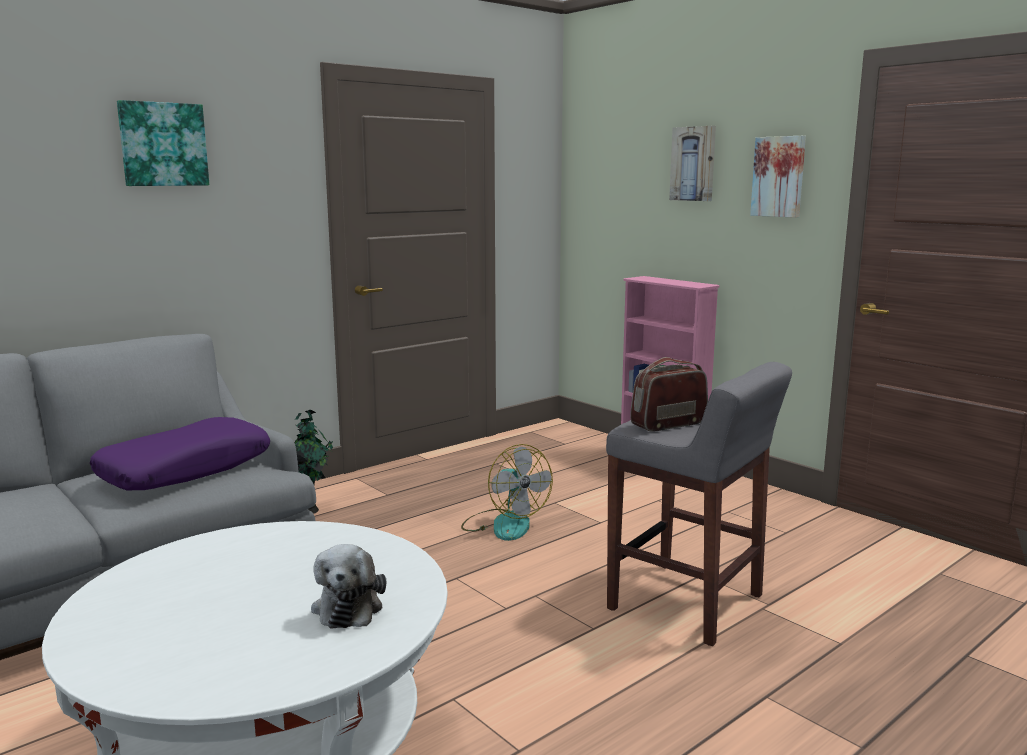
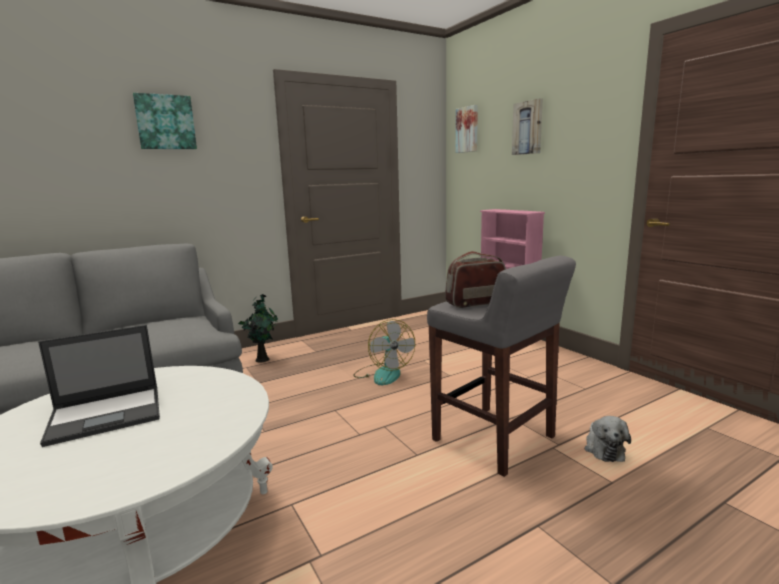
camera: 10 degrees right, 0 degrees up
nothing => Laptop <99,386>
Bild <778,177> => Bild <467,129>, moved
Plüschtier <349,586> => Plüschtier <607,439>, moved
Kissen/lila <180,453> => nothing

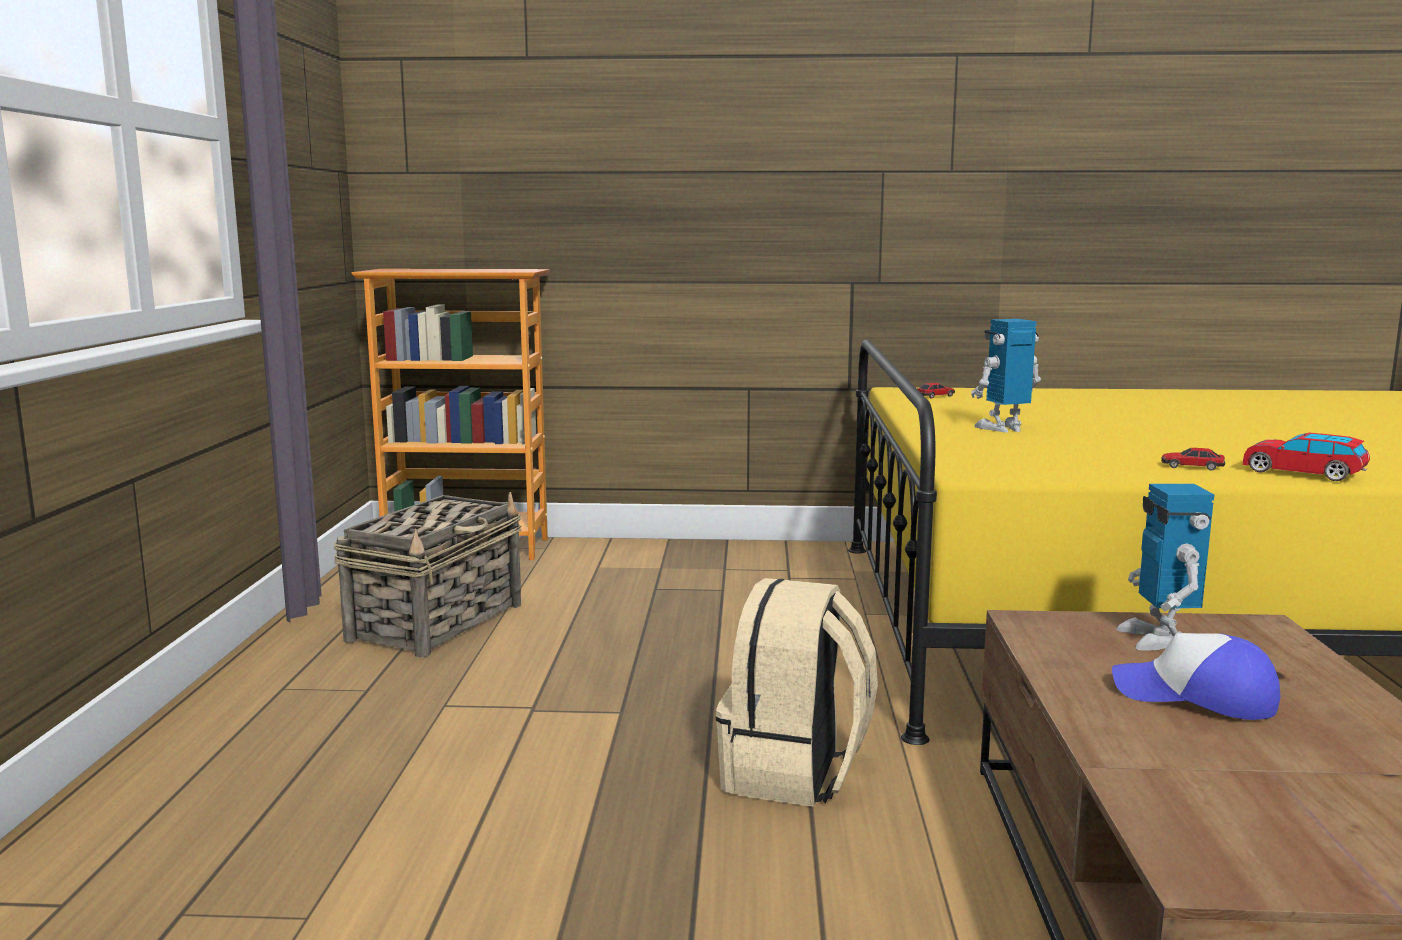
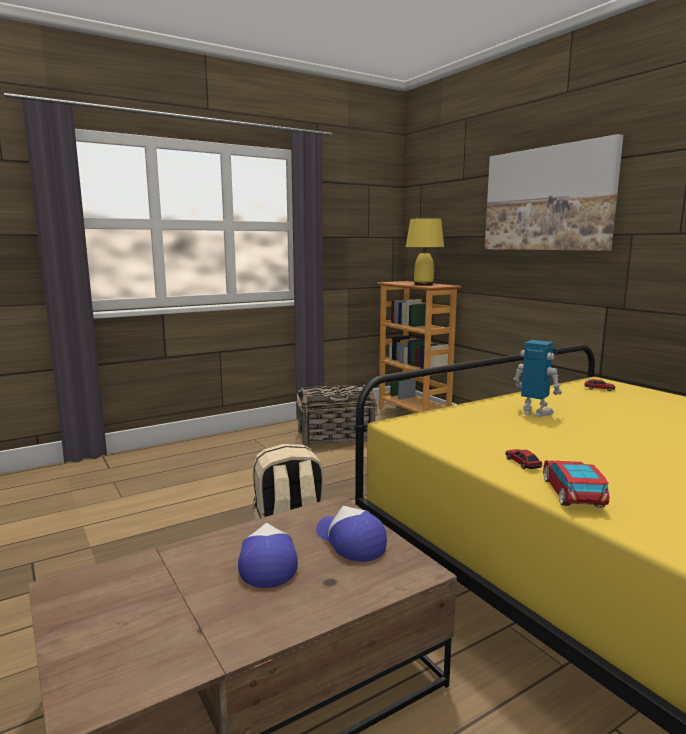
camera: 55 degrees right, 0 degrees up
Spielzeugroboter <1165,567> => Kappe <351,534>
nothing => Tischlampe/gelb <425,252>
nothing => Bild <554,192>

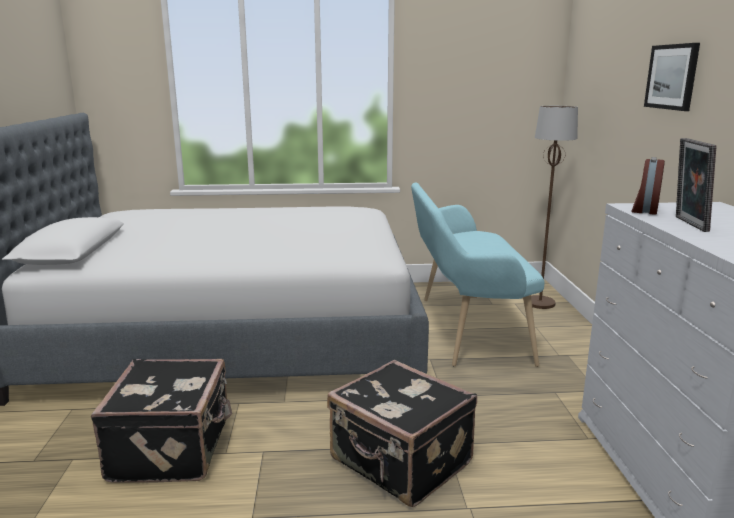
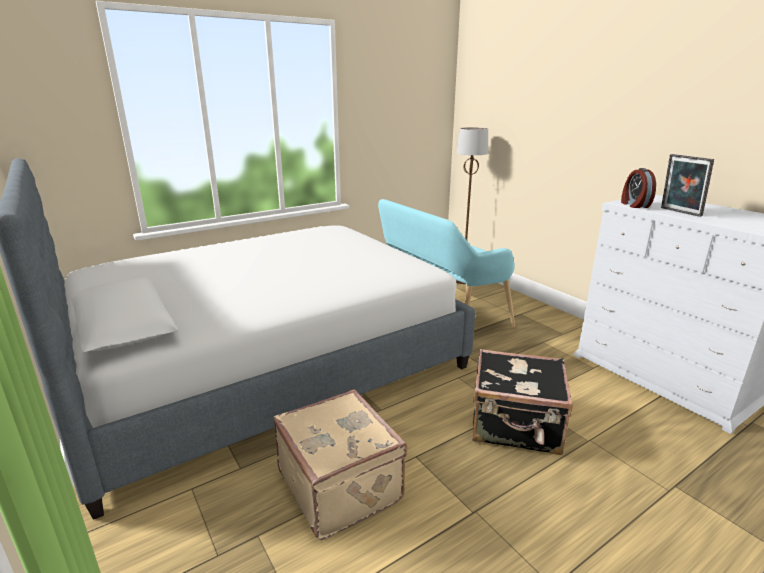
camera: 30 degrees left, 5 degrees up
Koffer/schwarz <161,421> => Koffer/beige <340,464>
Bild <672,77> => nothing

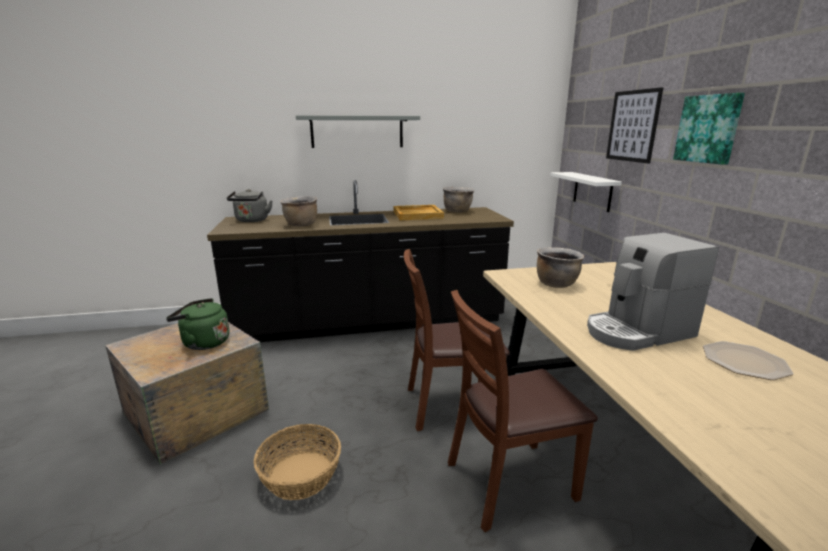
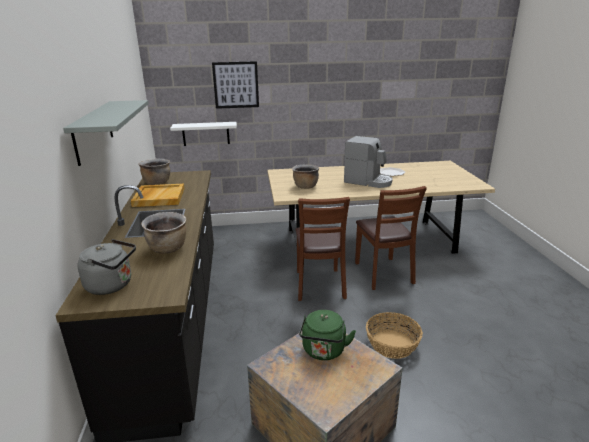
camera: 85 degrees left, 5 degrees up
Kaffeemaschine <653,292> => Kaffeemaschine <368,162>, 45 degrees counterclockwise
Bild <709,129> => nothing

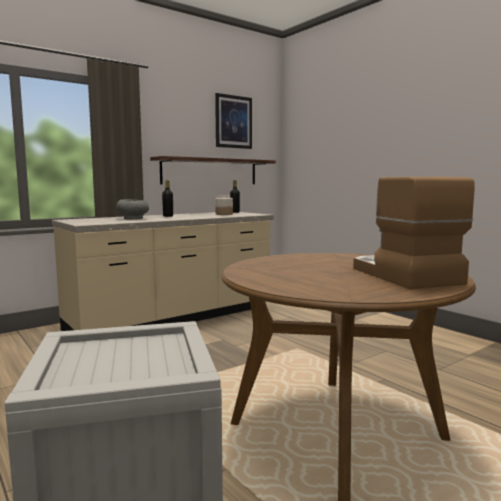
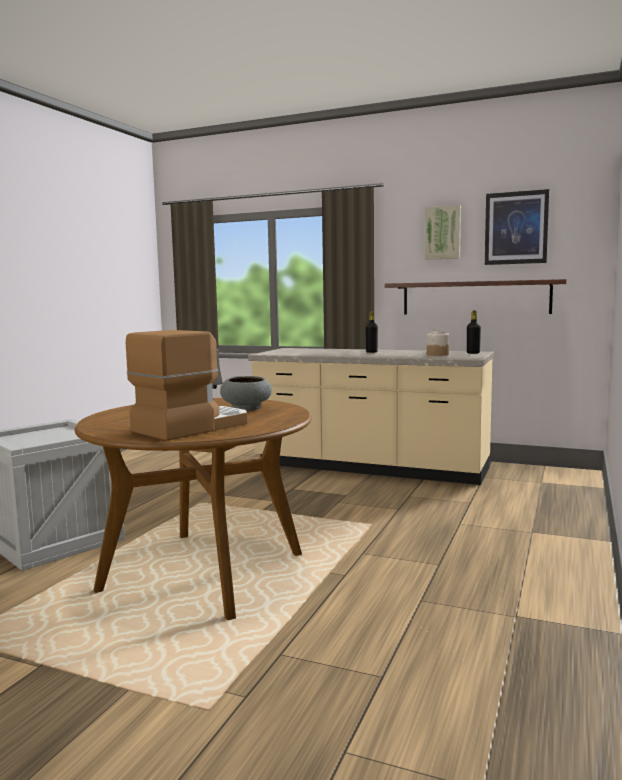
camera: 60 degrees right, 0 degrees up
Schüssel/grau <132,209> => Schüssel/grau <246,393>, moved
nothing => Bild <443,232>

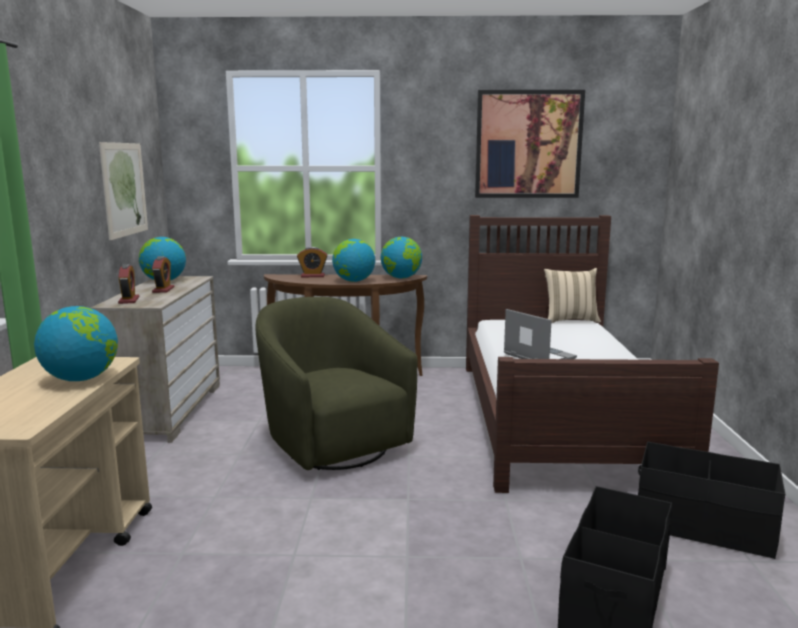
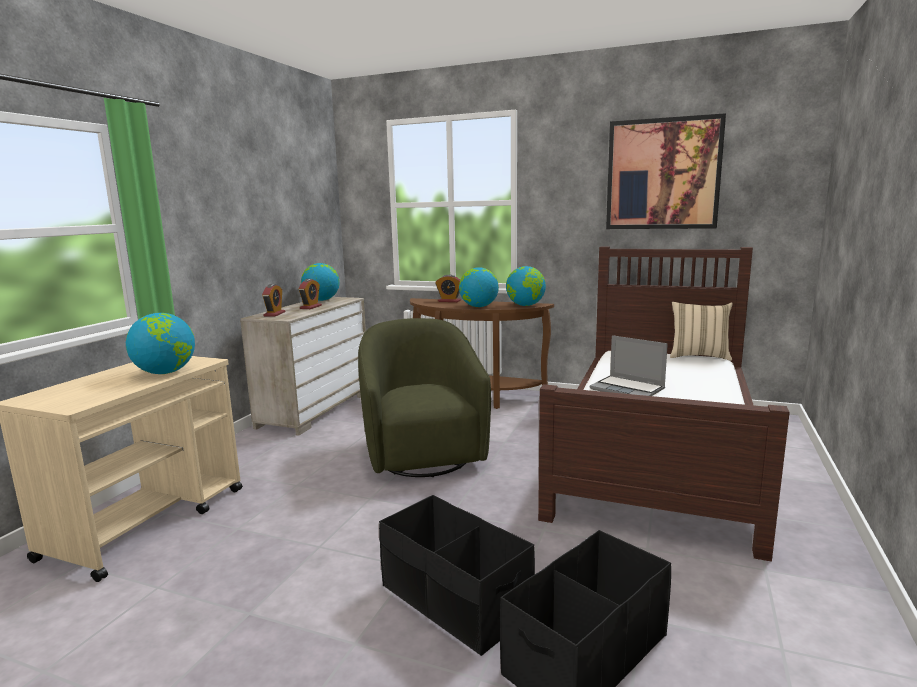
camera: 20 degrees right, 0 degrees up
Aufbewahrungsbox/schwarz <711,500> => Aufbewahrungsbox/schwarz <457,575>, moved
Laptop <540,334> => Laptop <629,365>, 150 degrees clockwise
Bild <123,191> => nothing

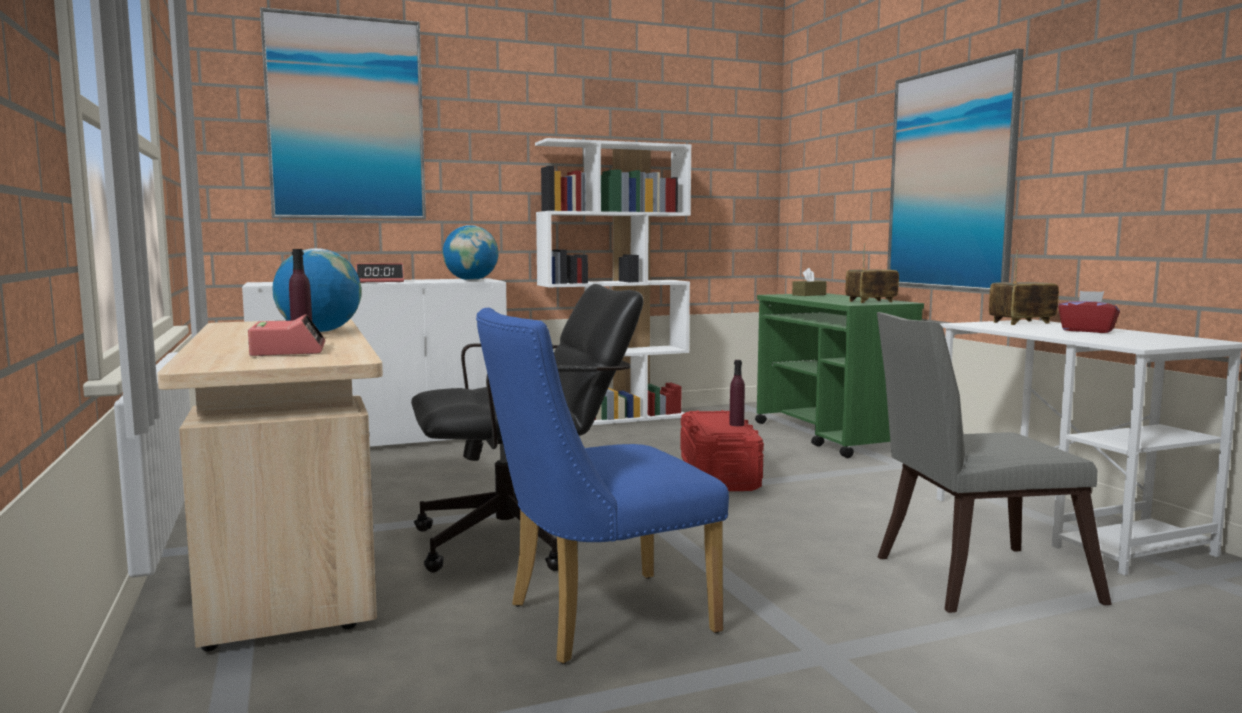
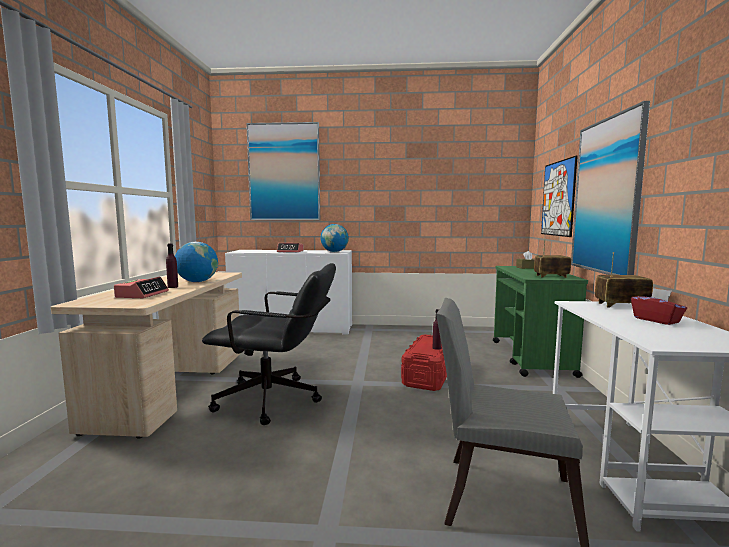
camera: 25 degrees right, 0 degrees up
nothing => Bild <559,196>
Stuhl/blau <602,486> => nothing
Bücherregal/weiß <613,281> => nothing

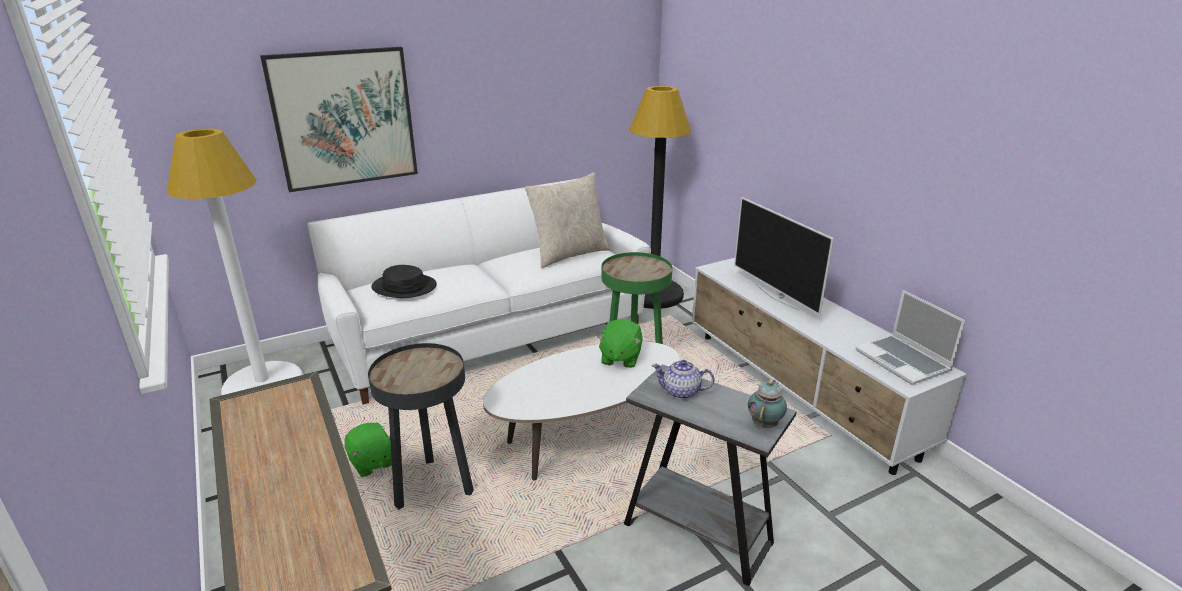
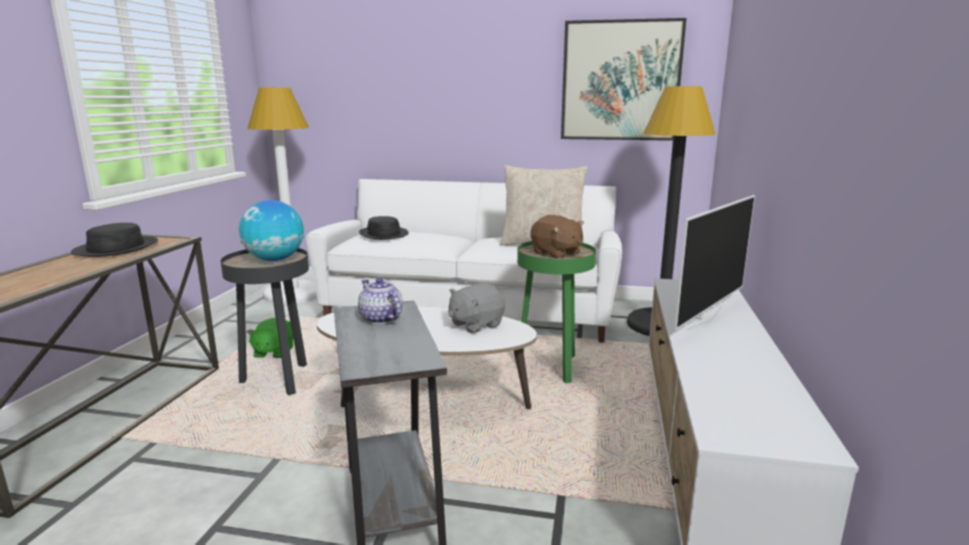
camera: 40 degrees right, 10 degrees down
nothing => Hut/schwarz <114,240>
nothing => Globus <271,230>
Plüschtier/grün <620,343> => Plüschtier/grau <476,308>
nothing => Plüschtier/braun <557,237>
Bild <339,119> => Bild <624,79>, moved
Fernseher <784,256> => Fernseher <714,263>, 150 degrees counterclockwise
Teekanne <767,404> => nothing
Laptop <910,337> => nothing

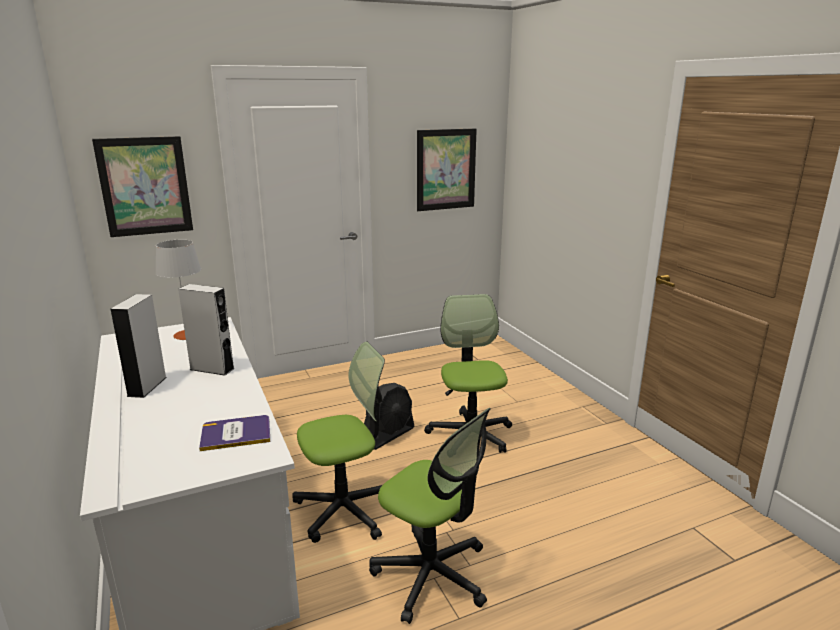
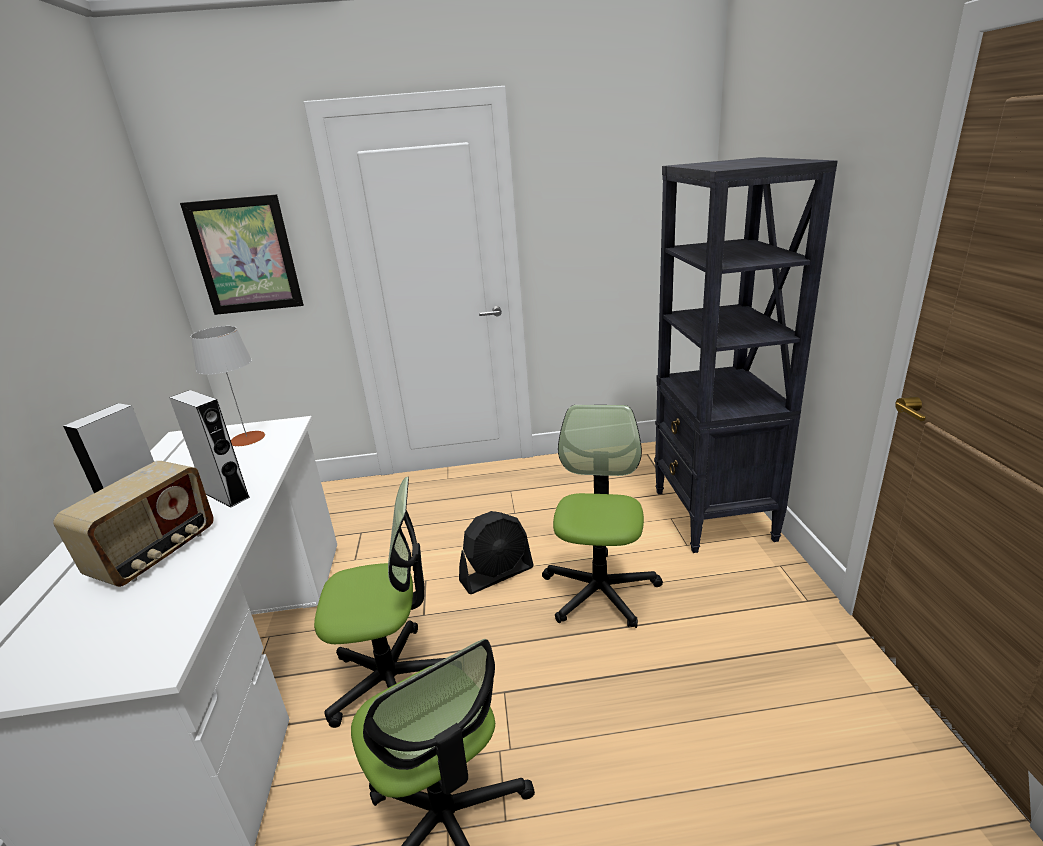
camera: 20 degrees right, 5 degrees up
nothing => Radio <133,524>
nothing => Bücherregal/schwarz <745,355>
Buch <234,433> => nothing
Bild <447,169> => nothing

